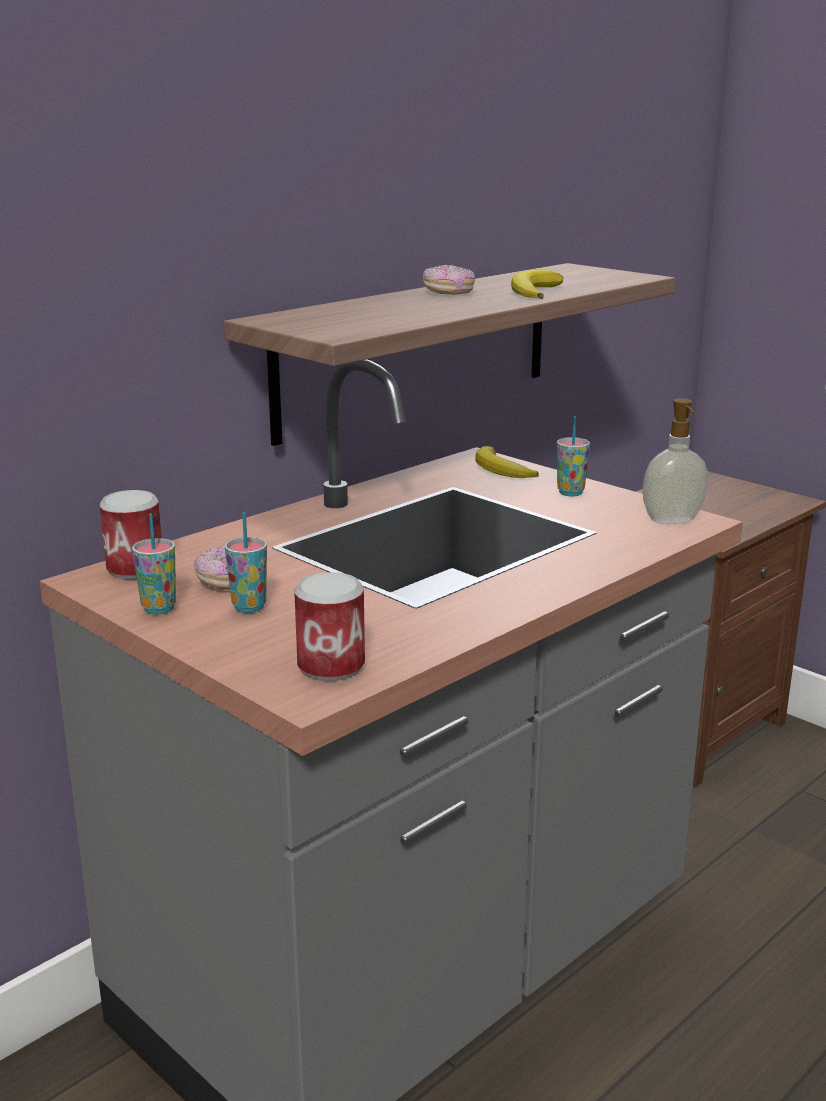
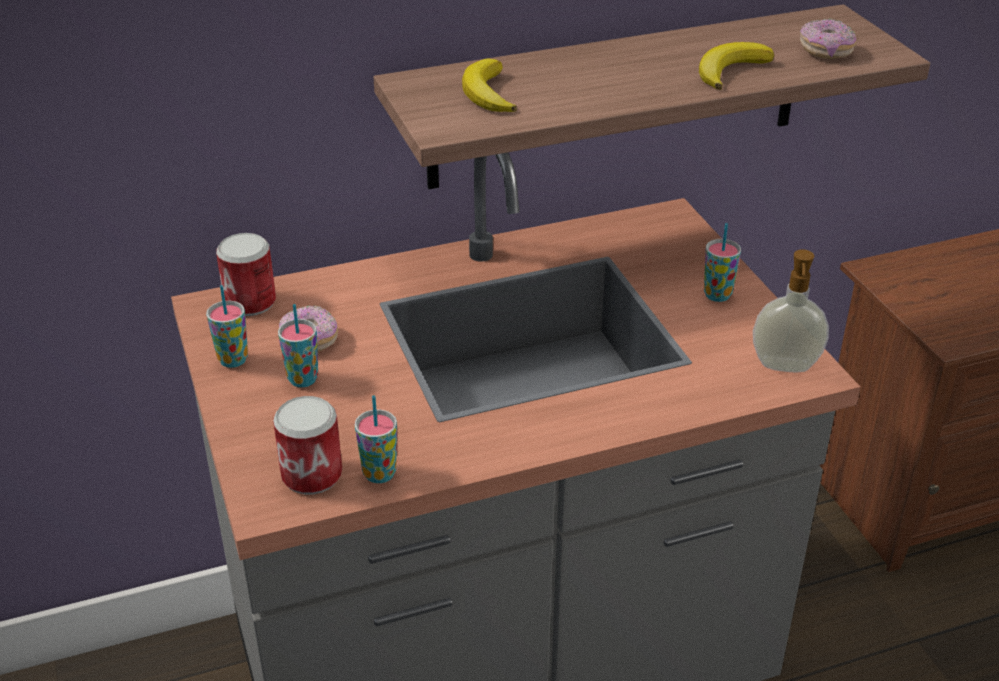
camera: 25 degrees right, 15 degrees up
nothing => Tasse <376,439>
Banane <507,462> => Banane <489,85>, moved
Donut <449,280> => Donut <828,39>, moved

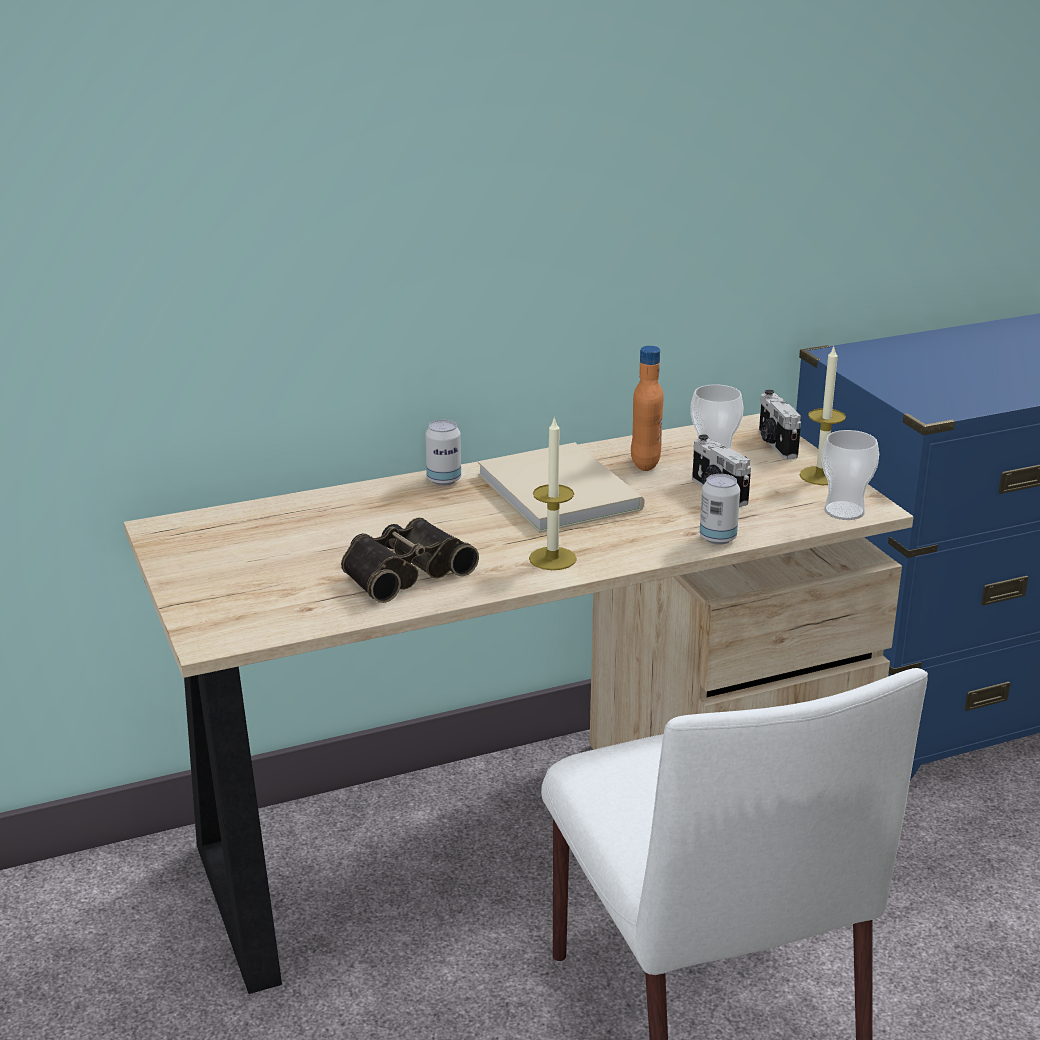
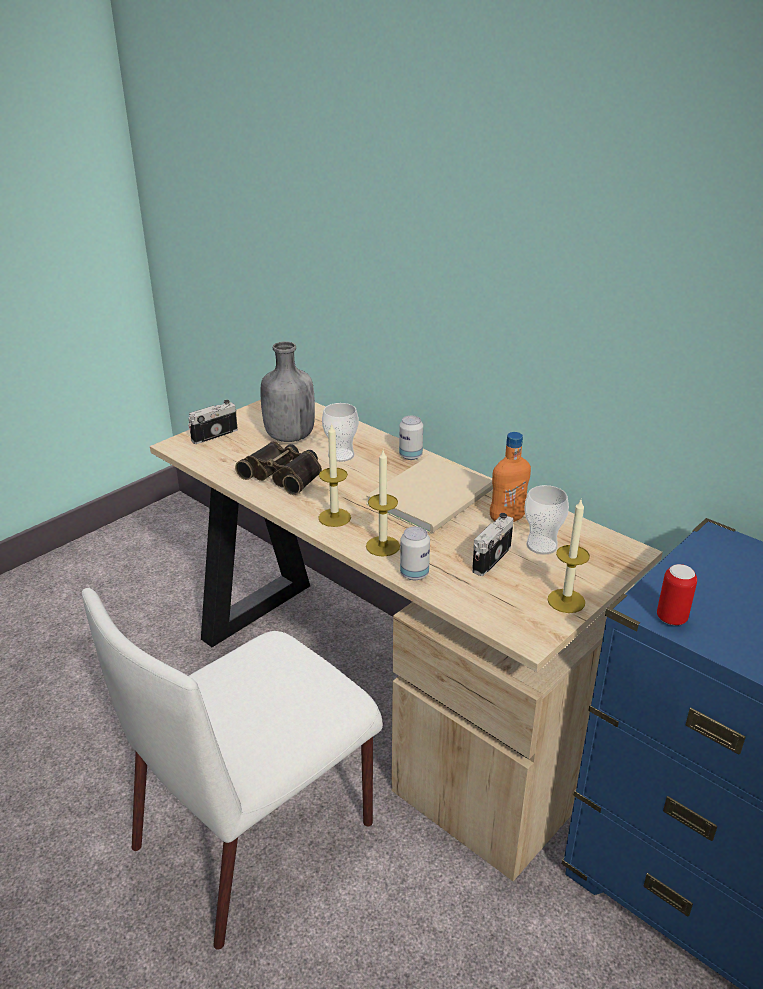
camera: 65 degrees right, 5 degrees up
Kamera <780,424> => Kamera <213,422>, moved
nothing => Flasche/grau <287,391>
Tasse <850,475> => Tasse <340,432>, moved
nothing => Kerze <383,503>
nothing => Dose <677,595>

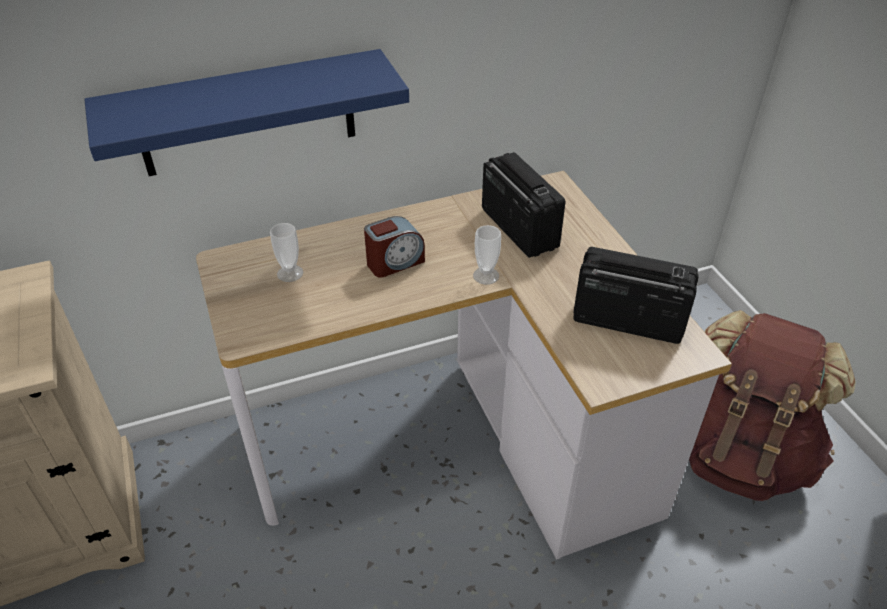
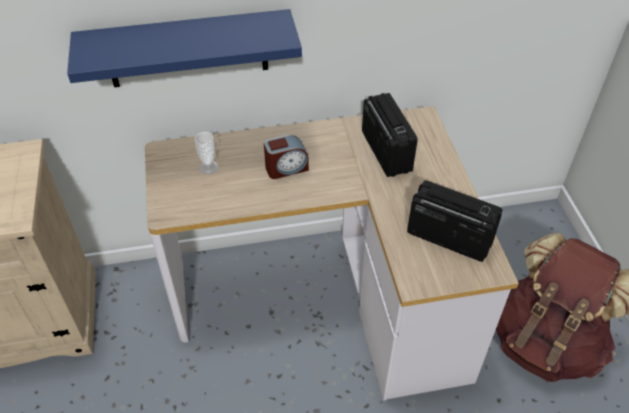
camera: 10 degrees right, 5 degrees up
Tasse <487,255> => nothing

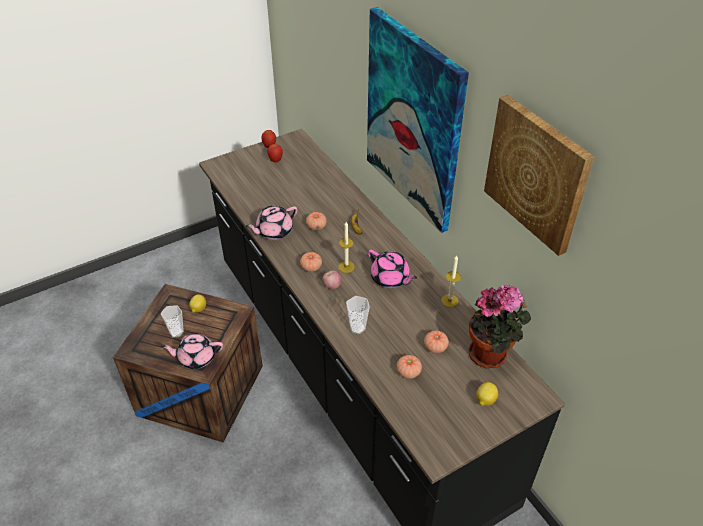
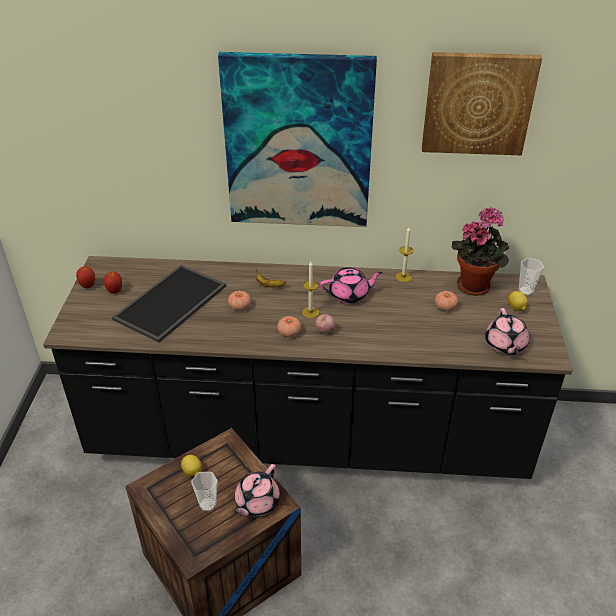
camera: 55 degrees left, 5 degrees down
nothing => Tablett <169,304>
Teekanne/rosa <271,223> => Teekanne/rosa <507,331>, moved
Tasse <358,315> => Tasse <531,277>, moved
Tomate <409,367> => nothing

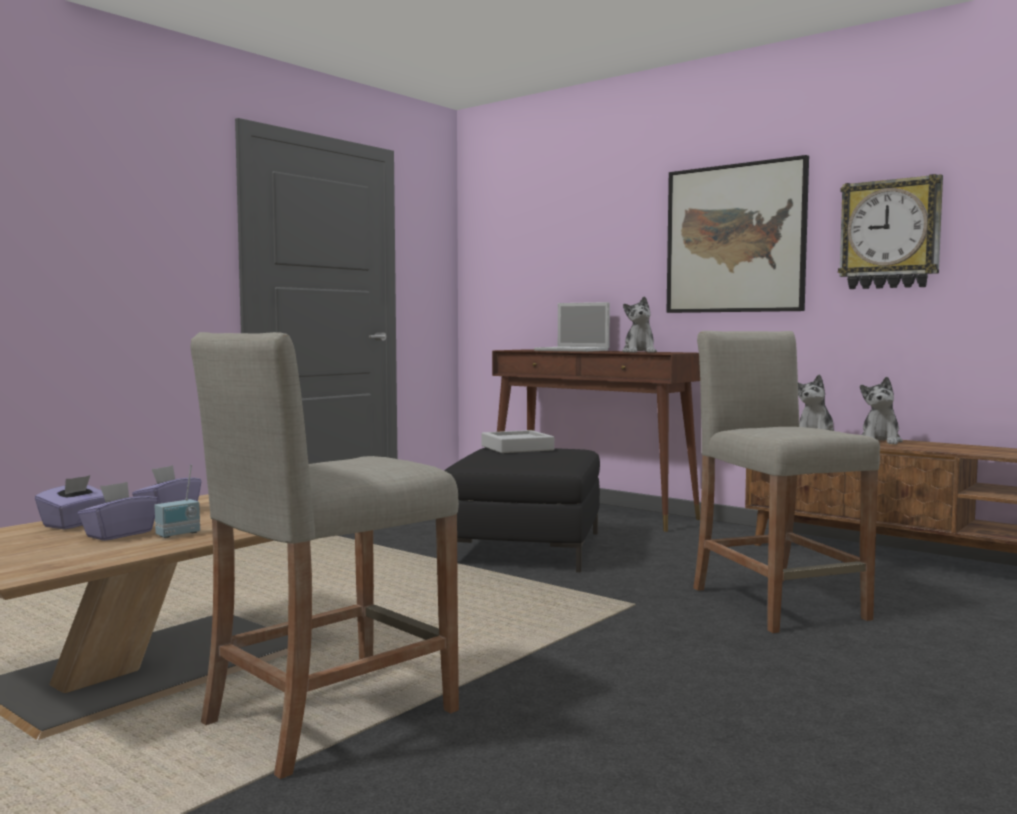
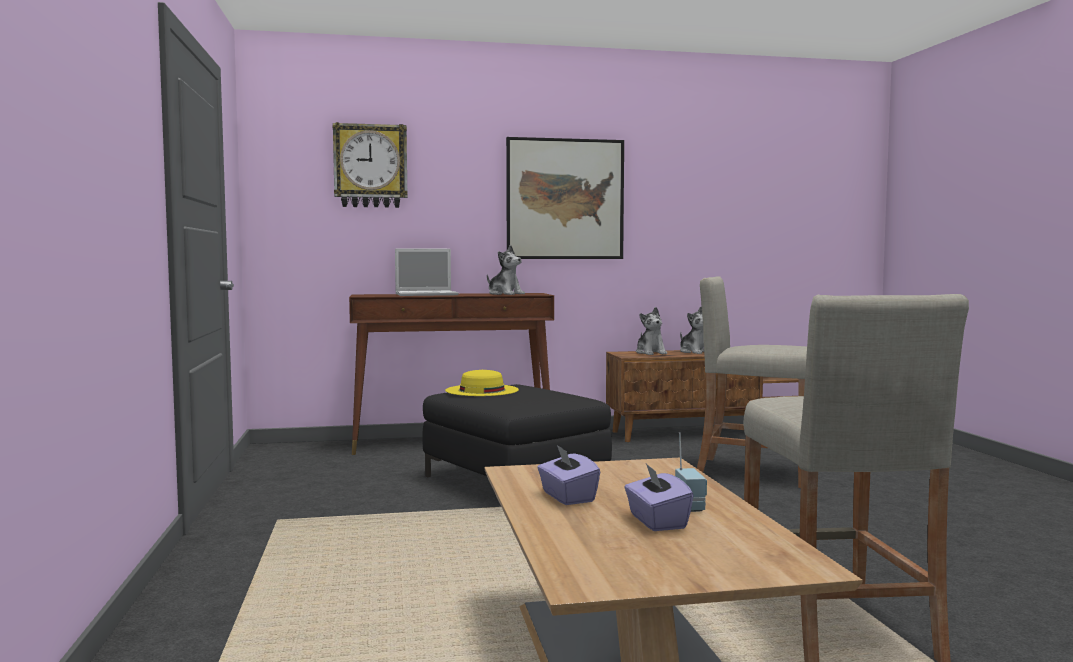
camera: 50 degrees left, 0 degrees up
Wanduhr <890,231> => Wanduhr <370,165>, moved
Tablett/grau <517,441> => Hut/gelb <482,383>
Taschentuchbox/lila <70,502> => nothing

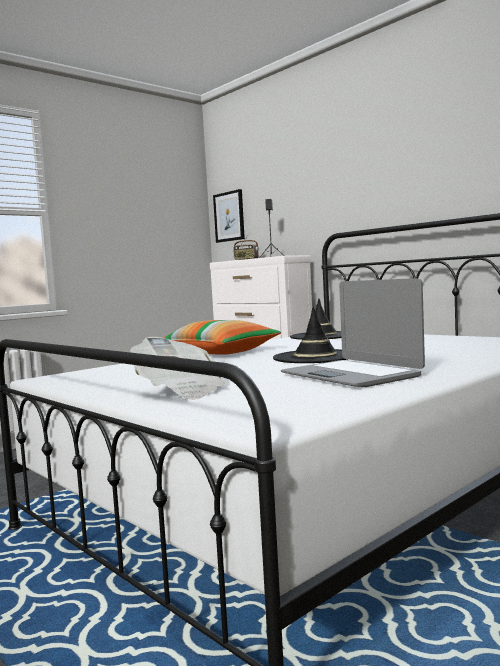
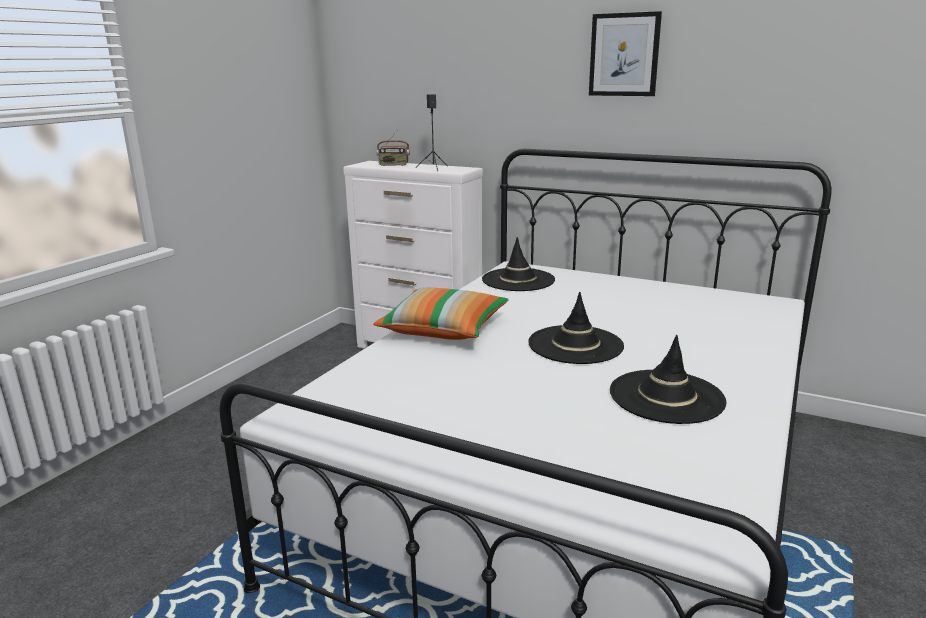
camera: 20 degrees left, 15 degrees up
Bild <229,216> => Bild <625,53>, moved
Laptop <353,332> => Hut/schwarz <668,379>
Zeitung <178,368> => nothing

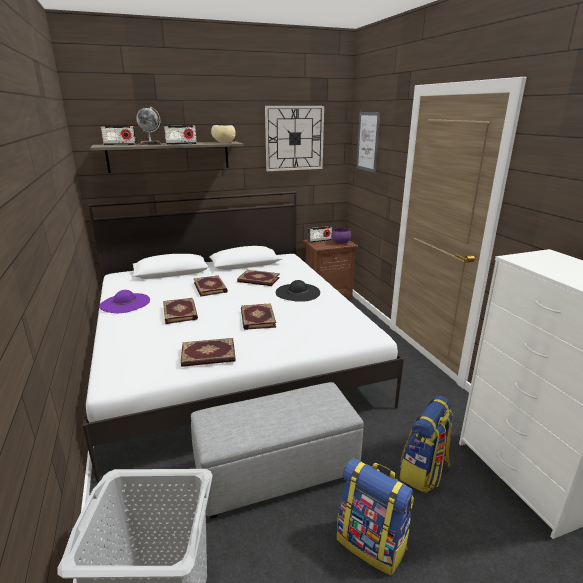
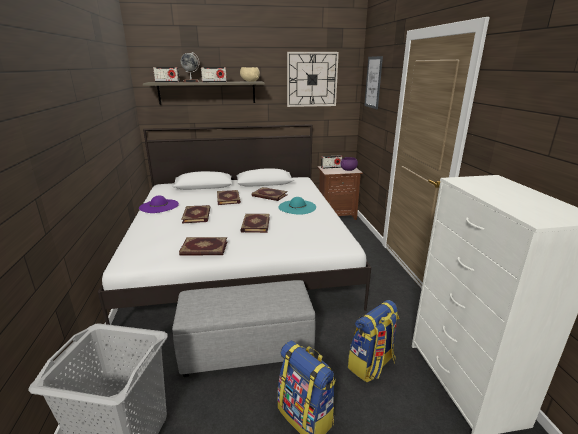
camera: 10 degrees right, 0 degrees up
Hut/schwarz <298,291> => Hut/türkis <297,206>

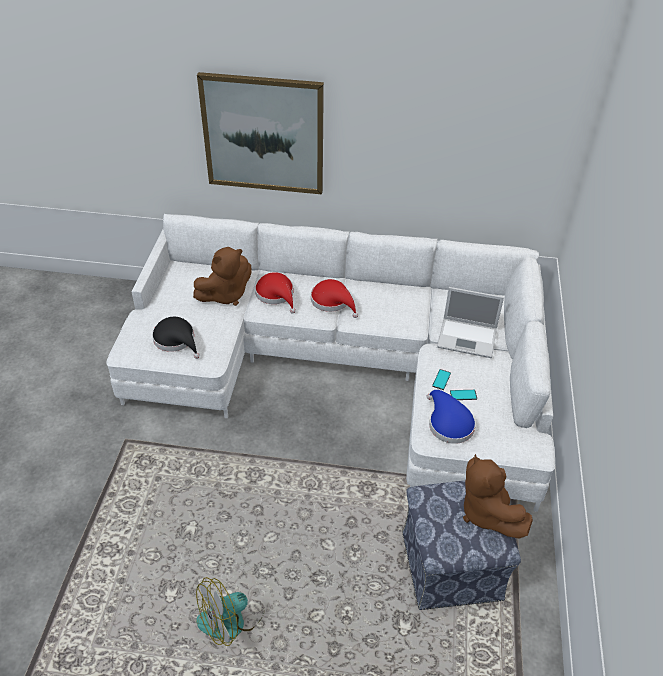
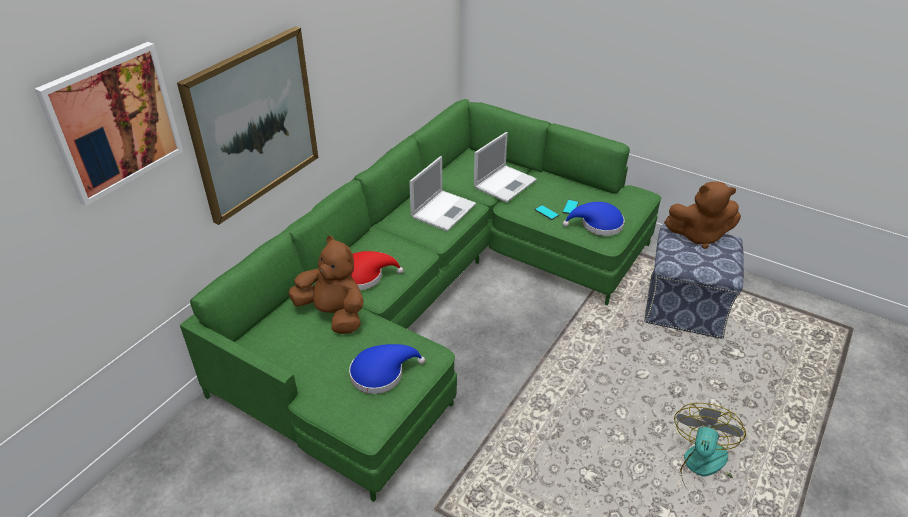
camera: 65 degrees left, 5 degrees down
nothing => Bild <109,124>
Sofa/weiß <330,363> => Sofa/grün <421,300>
Plüschtier/braun <222,276> => Plüschtier/braun <326,285>, 45 degrees counterclockwise
Hut/schwarz <176,338> => Hut/blau <387,369>
nothing => Laptop <442,193>
Ventilator <230,611> => Ventilator <710,450>, 150 degrees counterclockwise
Hut/rot <334,298> => nothing

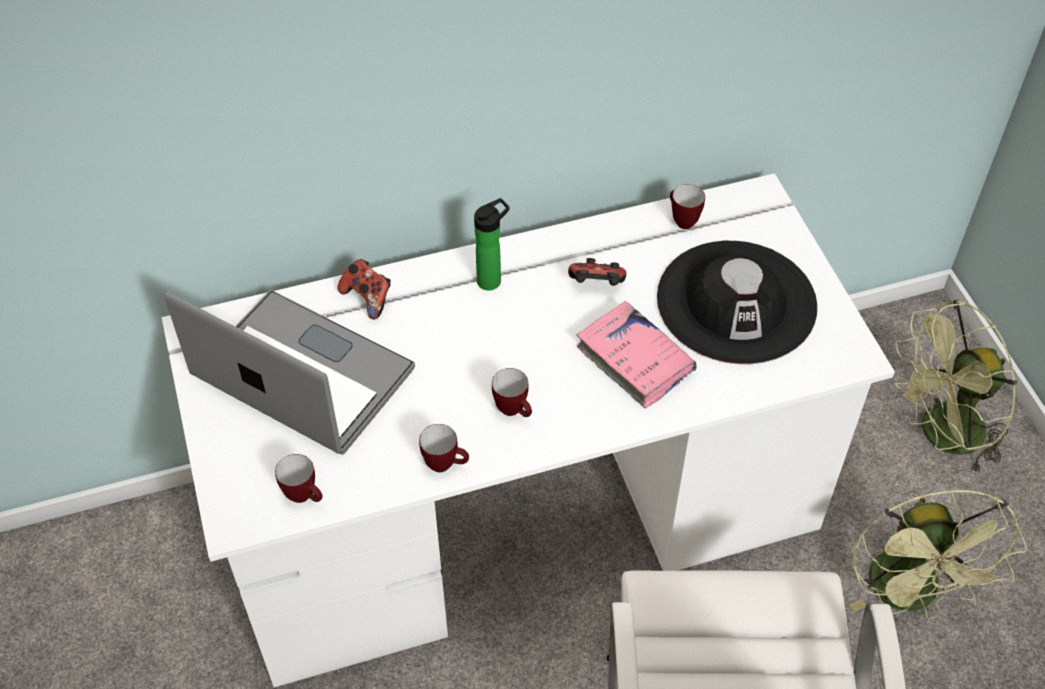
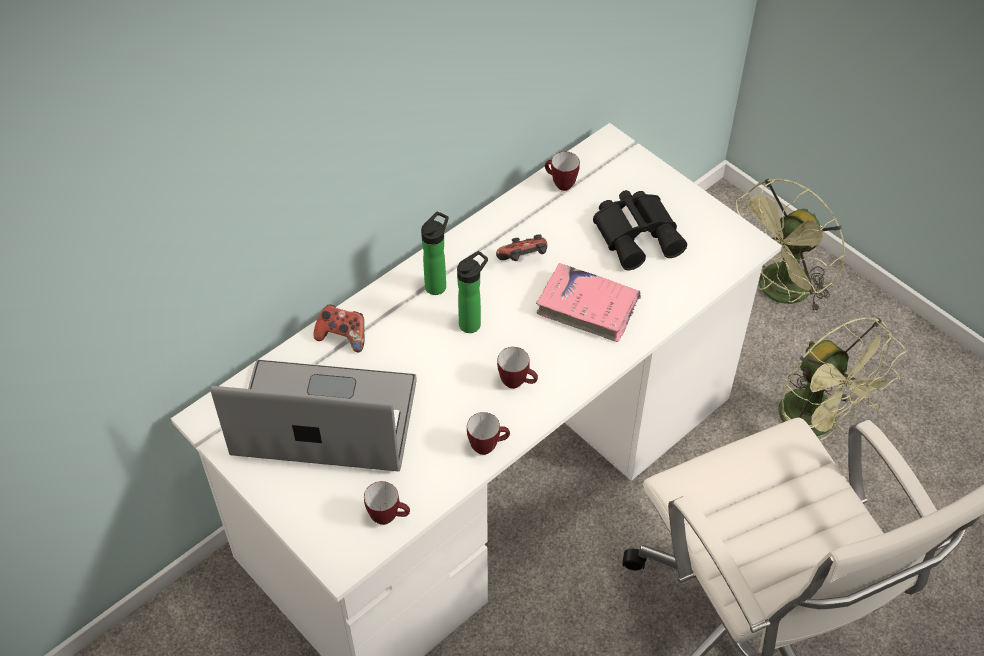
camera: 25 degrees left, 0 degrees up
nothing => Flasche <472,292>
Hut/schwarz <737,302> => Fernglas/schwarz <640,230>

